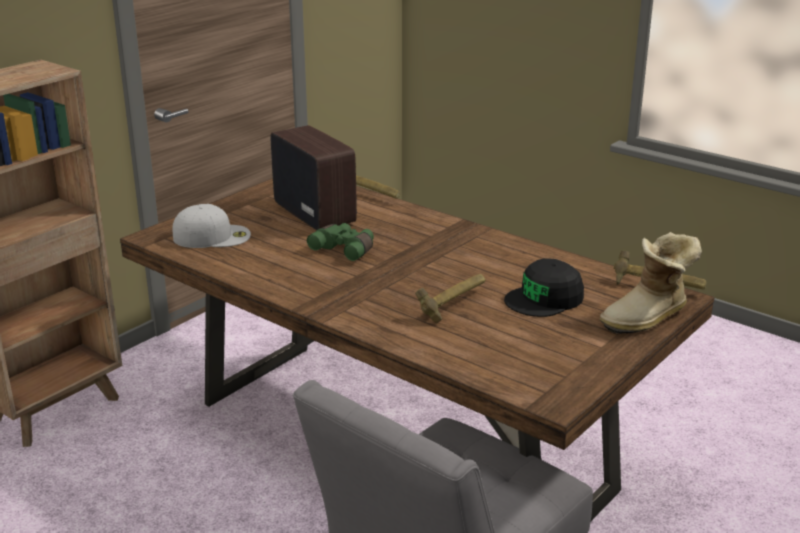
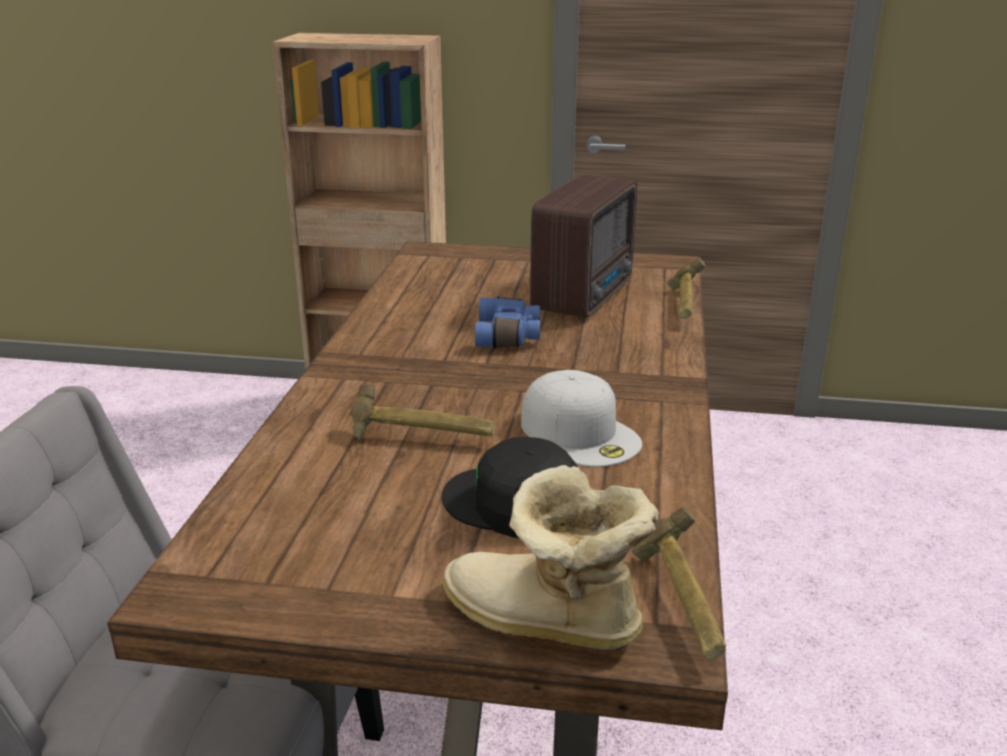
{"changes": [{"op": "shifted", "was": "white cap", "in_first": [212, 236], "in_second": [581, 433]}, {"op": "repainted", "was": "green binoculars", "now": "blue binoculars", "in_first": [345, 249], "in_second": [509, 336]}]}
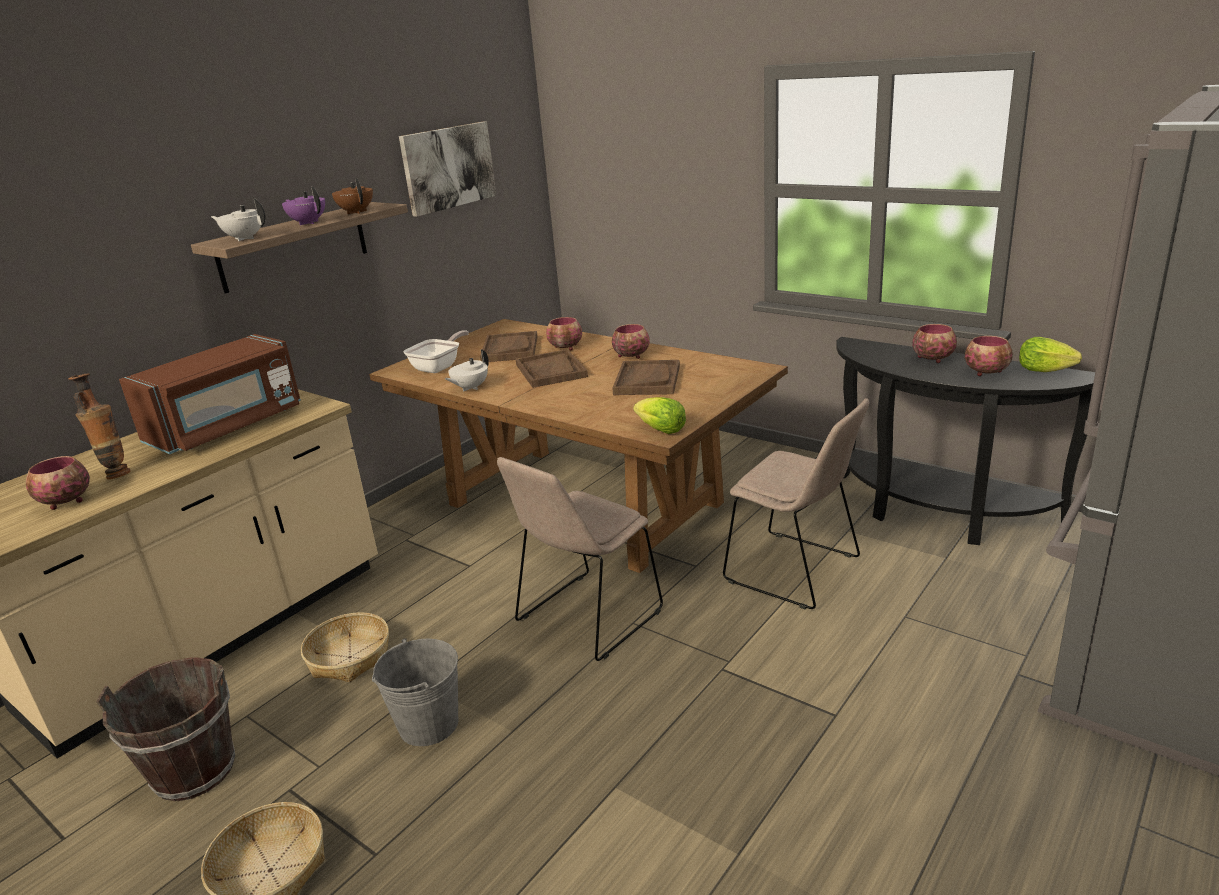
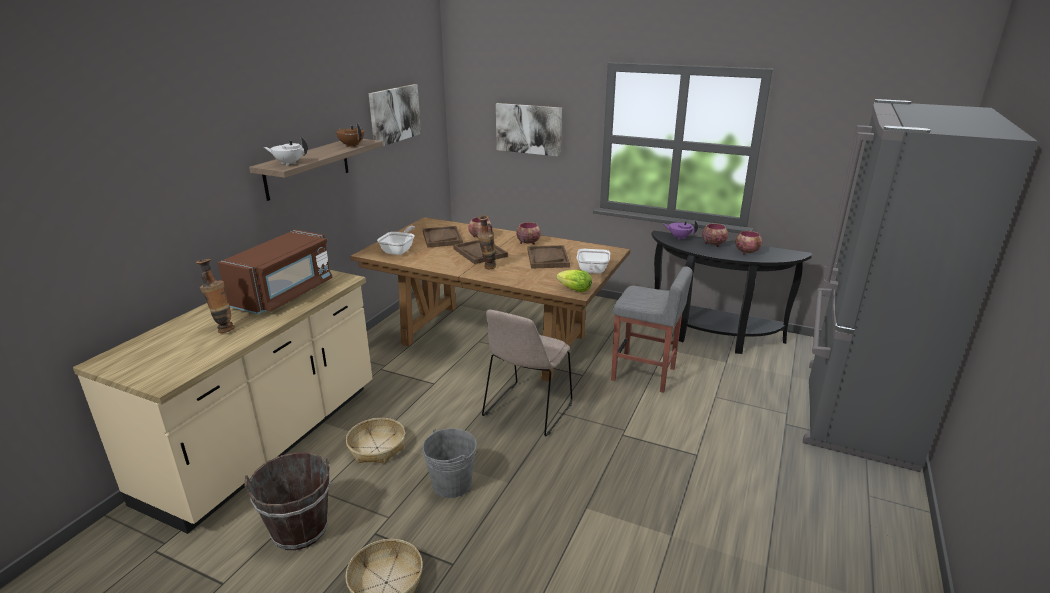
{"changes": [{"op": "gone", "was": "bowl", "in_first": [65, 502]}, {"op": "shifted", "was": "purple teapot", "in_first": [308, 223], "in_second": [679, 237]}, {"op": "gone", "was": "white teapot", "in_first": [470, 388]}, {"op": "swapped", "was": "beige chair", "now": "grey stool", "in_first": [796, 571], "in_second": [644, 374]}, {"op": "gone", "was": "lettuce", "in_first": [1043, 370]}, {"op": "new", "now": "vase", "in_second": [487, 268]}, {"op": "new", "now": "picture", "in_second": [529, 129]}, {"op": "new", "now": "frying pan", "in_second": [592, 272]}]}
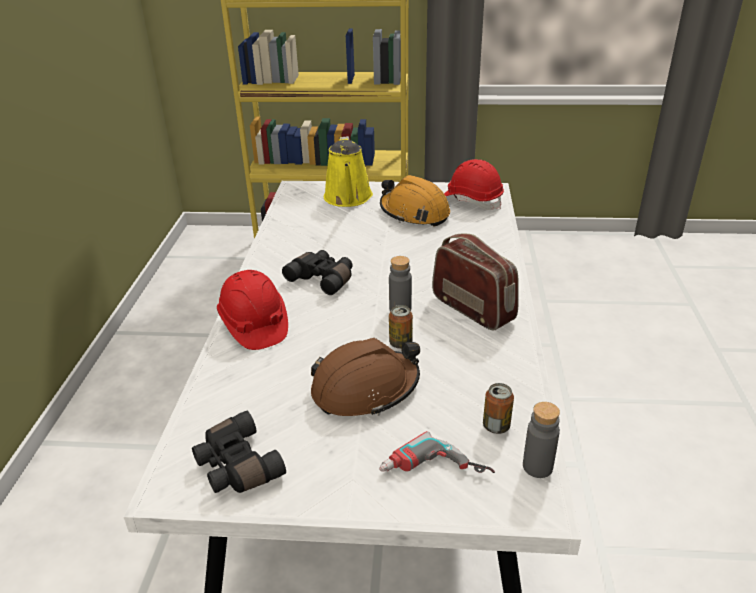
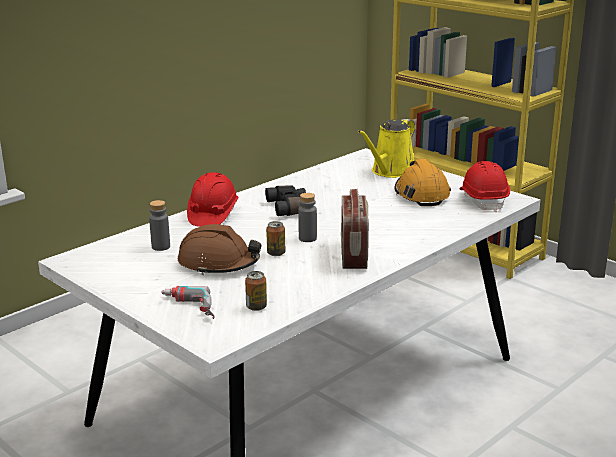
{"changes": [{"op": "gone", "was": "black binoculars", "in_first": [236, 466]}, {"op": "shifted", "was": "grey bottle", "in_first": [537, 466], "in_second": [161, 247]}]}
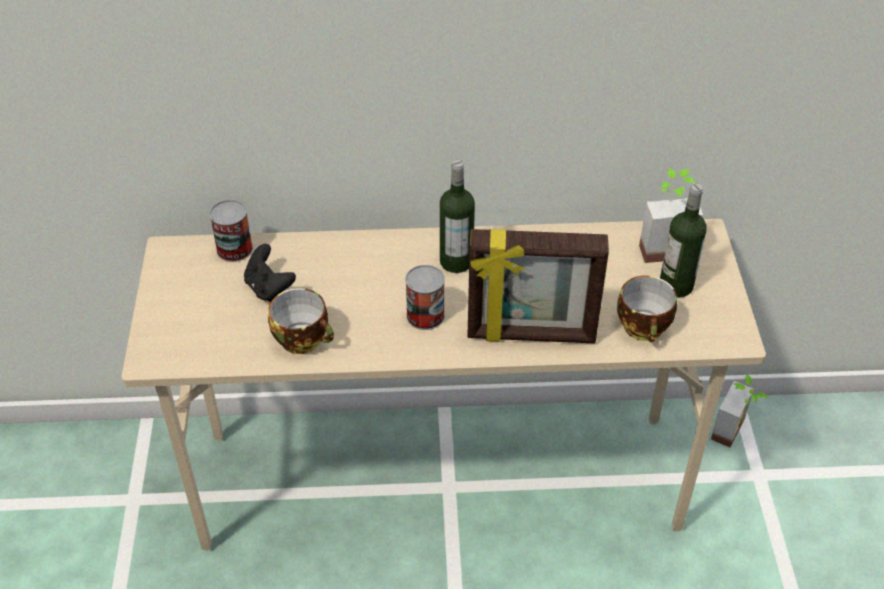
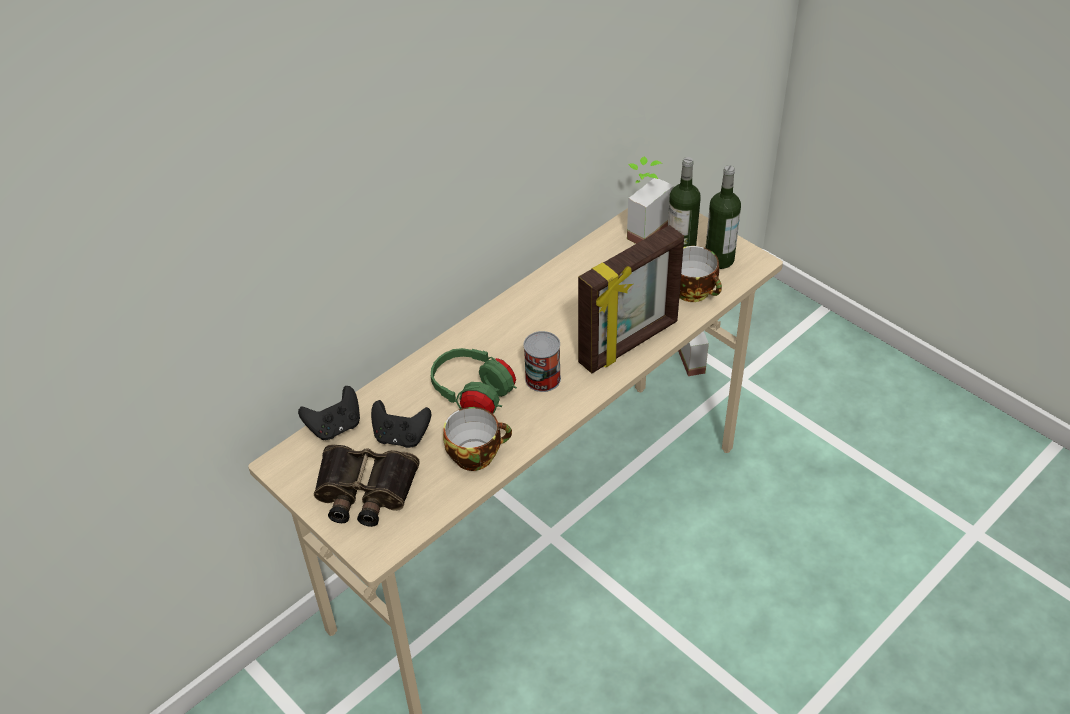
{"changes": [{"op": "swapped", "was": "can", "now": "black game controller", "in_first": [234, 249], "in_second": [335, 427]}, {"op": "shifted", "was": "bottle", "in_first": [456, 261], "in_second": [719, 259]}, {"op": "new", "now": "binoculars", "in_second": [364, 492]}, {"op": "new", "now": "green headphones", "in_second": [473, 396]}]}
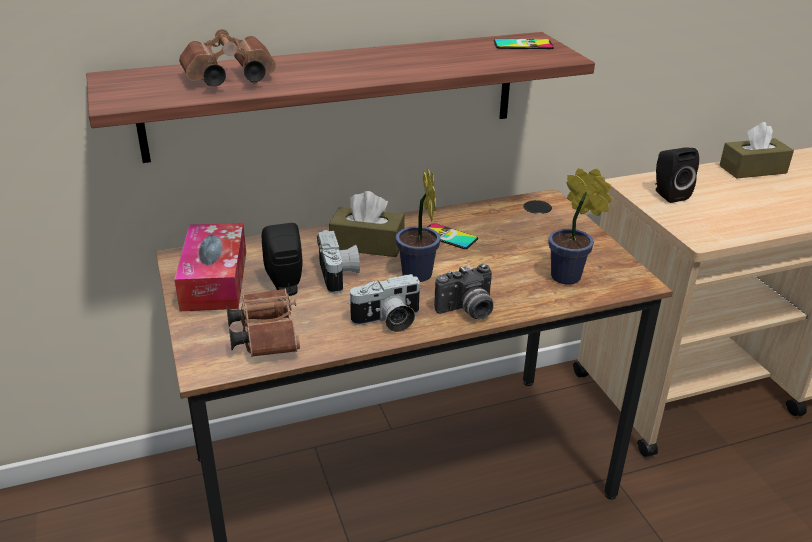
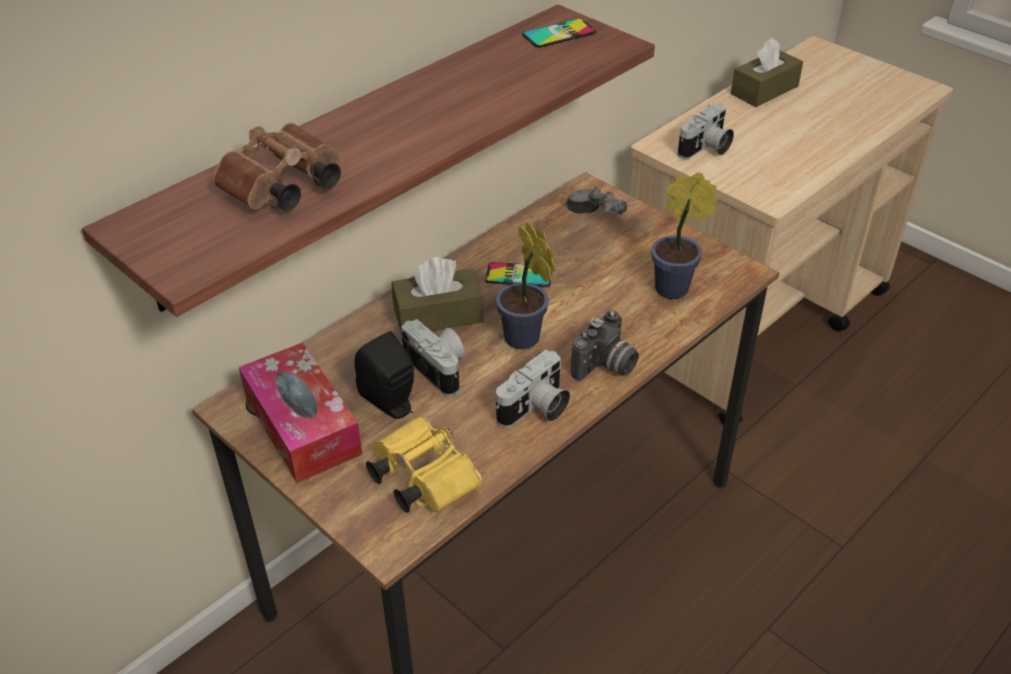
{"changes": [{"op": "repainted", "was": "brown binoculars", "now": "yellow binoculars", "in_first": [265, 335], "in_second": [420, 477]}, {"op": "swapped", "was": "black speaker", "now": "photo camera", "in_first": [668, 194], "in_second": [706, 149]}, {"op": "new", "now": "grey game controller", "in_second": [598, 215]}]}
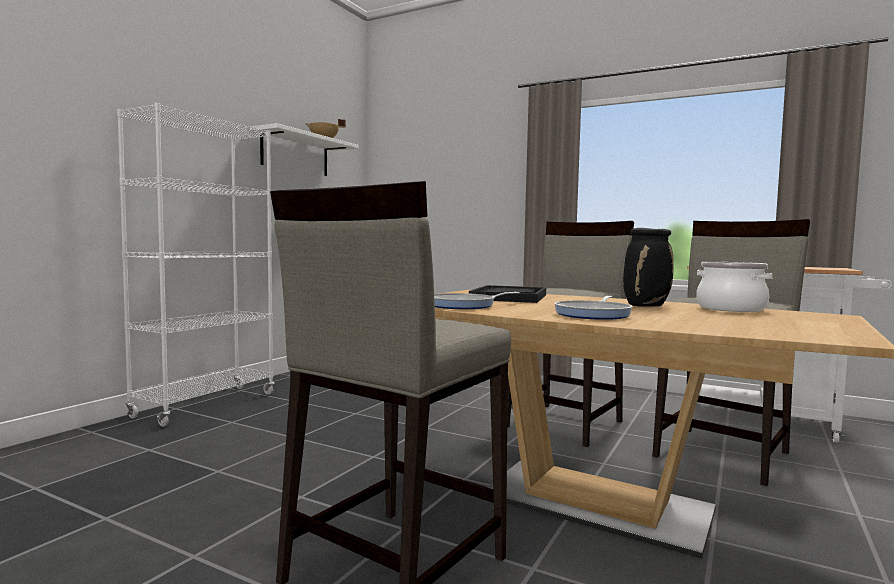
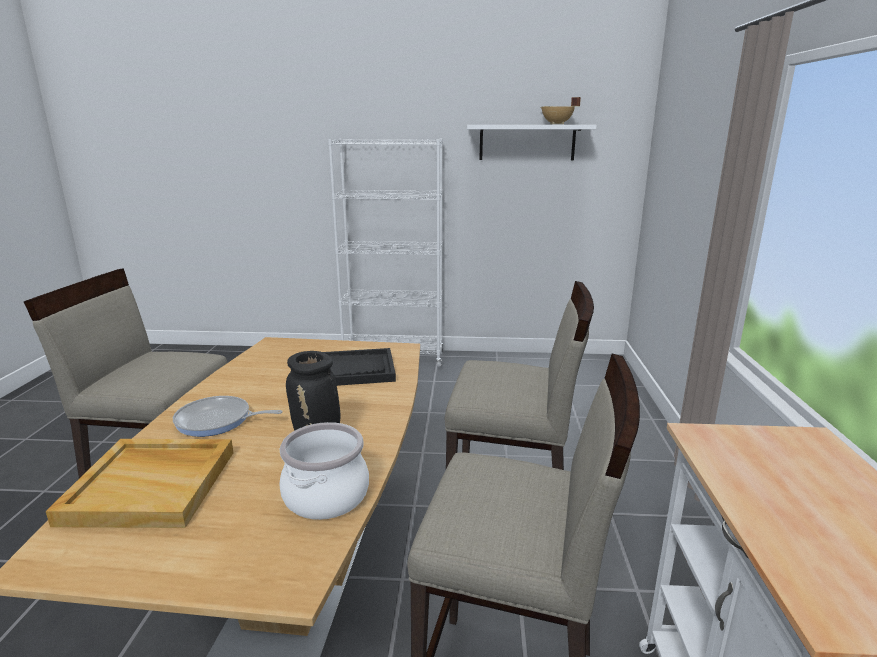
{"changes": [{"op": "gone", "was": "frying pan", "in_first": [465, 305]}, {"op": "new", "now": "beige tray", "in_second": [153, 485]}]}
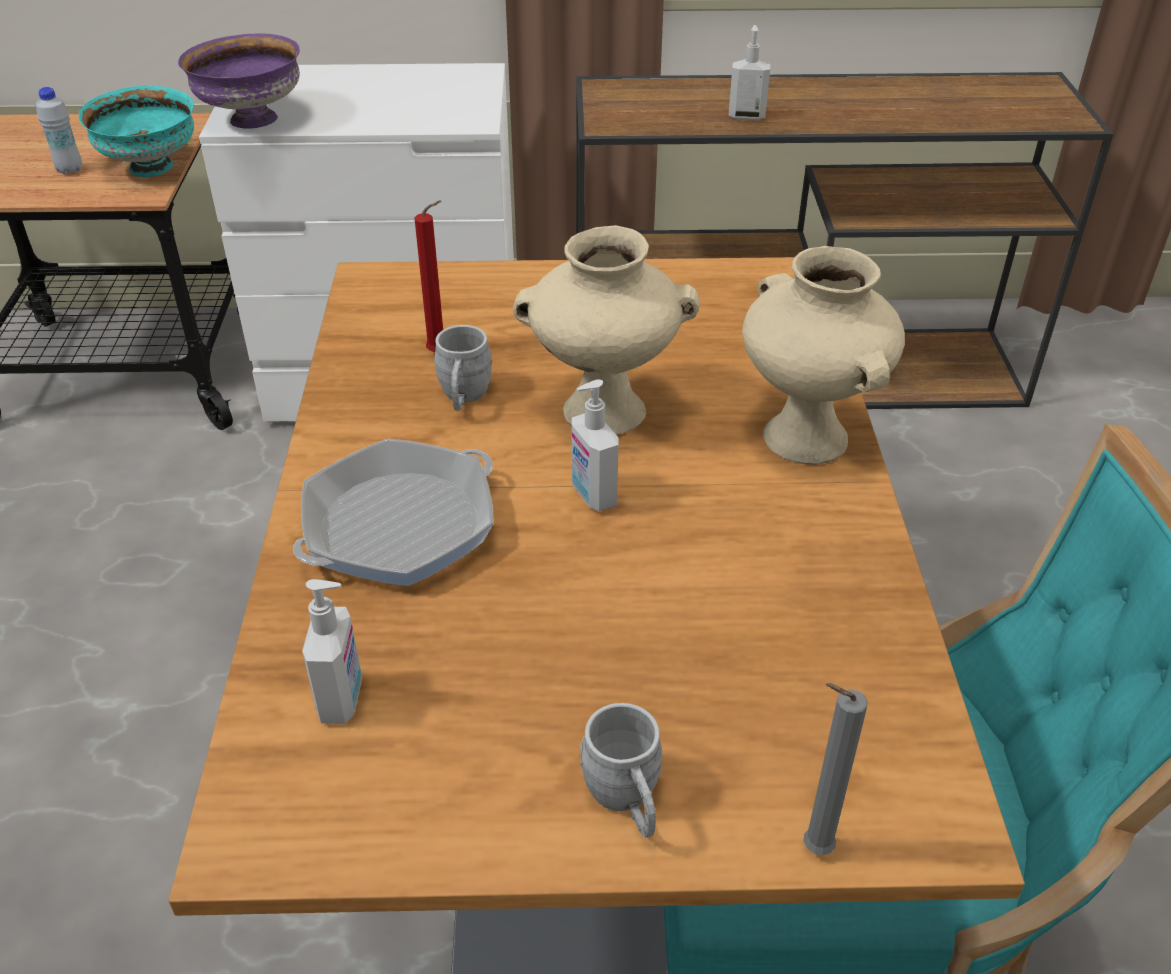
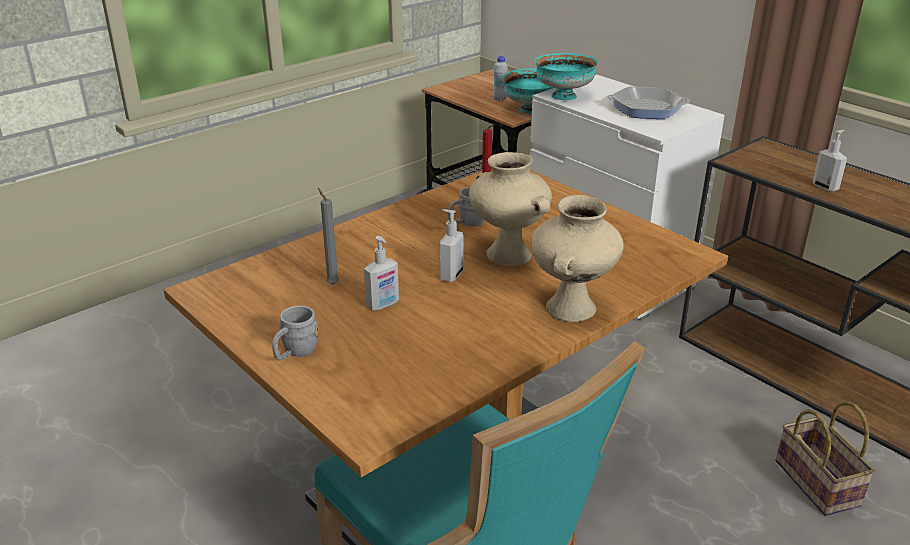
{"changes": [{"op": "repainted", "was": "purple bowl", "now": "turquoise bowl", "in_first": [251, 120], "in_second": [563, 96]}, {"op": "shifted", "was": "frying pan", "in_first": [400, 525], "in_second": [647, 109]}, {"op": "shifted", "was": "soap dispenser", "in_first": [342, 699], "in_second": [383, 305]}, {"op": "shifted", "was": "grey candle", "in_first": [812, 848], "in_second": [331, 283]}, {"op": "new", "now": "basket", "in_second": [819, 484]}]}
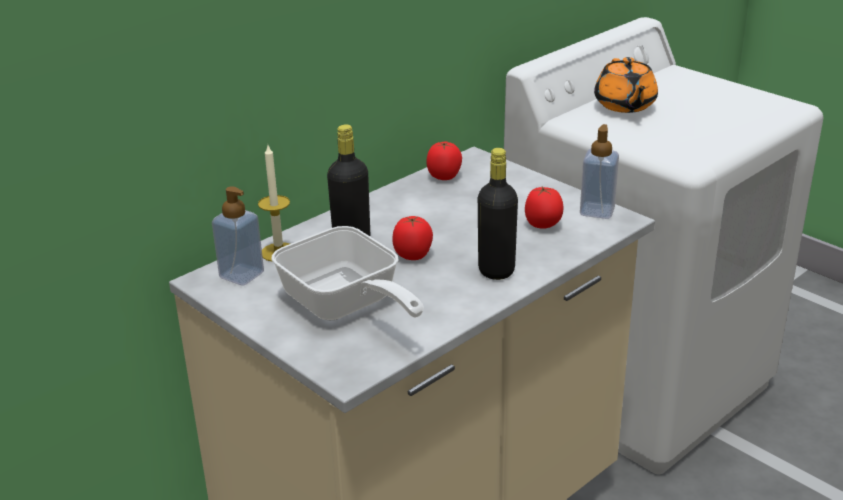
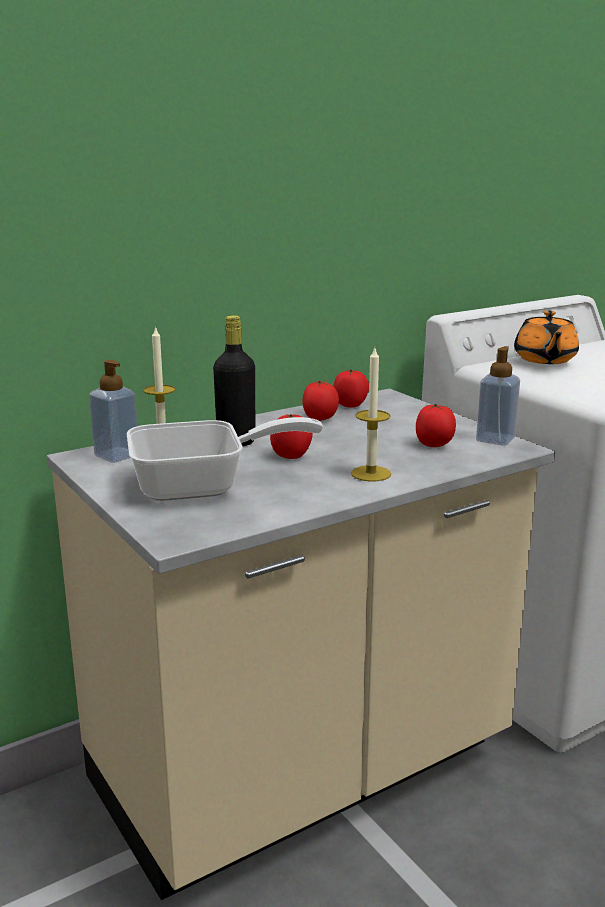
{"changes": [{"op": "rotated", "was": "frying pan", "in_first": [345, 306], "in_second": [203, 486], "clockwise": -75}, {"op": "swapped", "was": "black bottle", "now": "candle", "in_first": [496, 270], "in_second": [371, 473]}, {"op": "new", "now": "tomato", "in_second": [319, 419]}]}
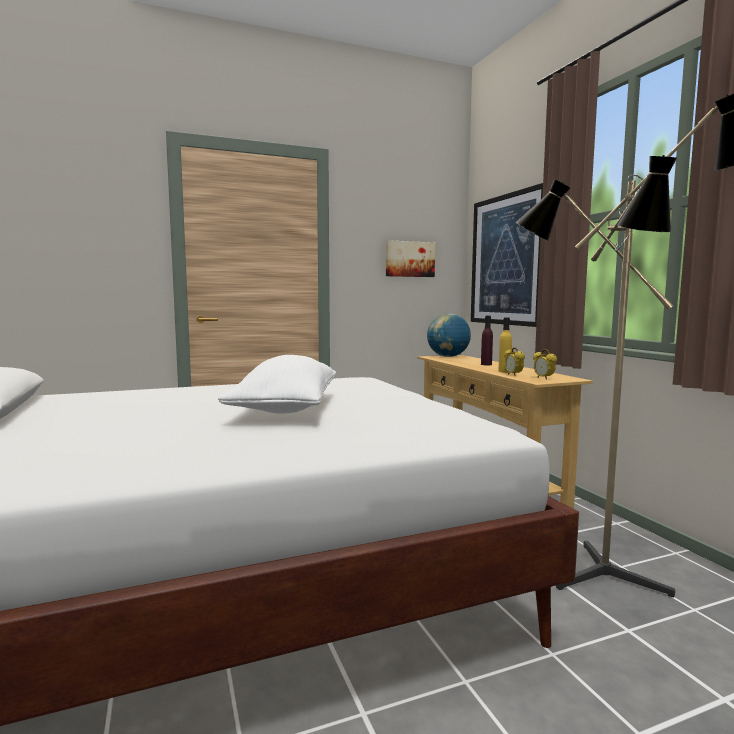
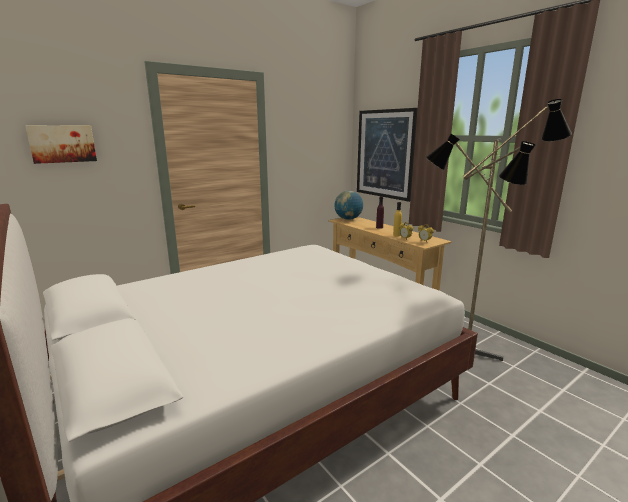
{"changes": [{"op": "gone", "was": "white pillow", "in_first": [286, 409]}, {"op": "shifted", "was": "picture", "in_first": [409, 259], "in_second": [62, 143]}]}
